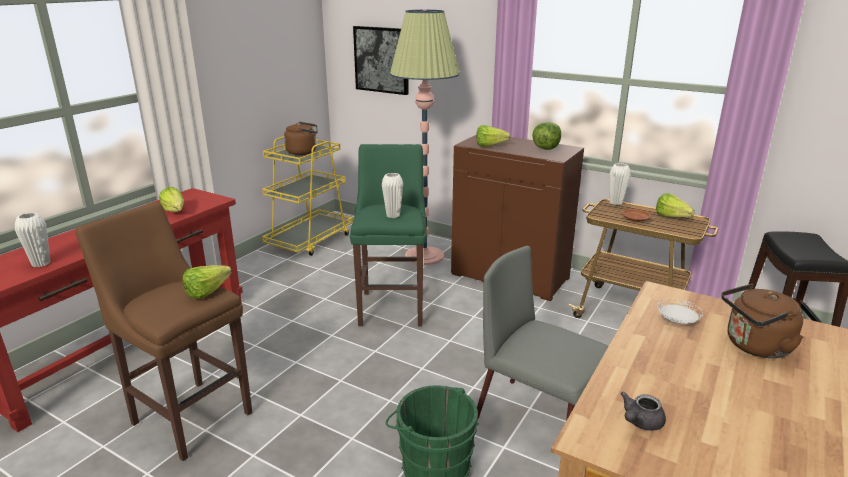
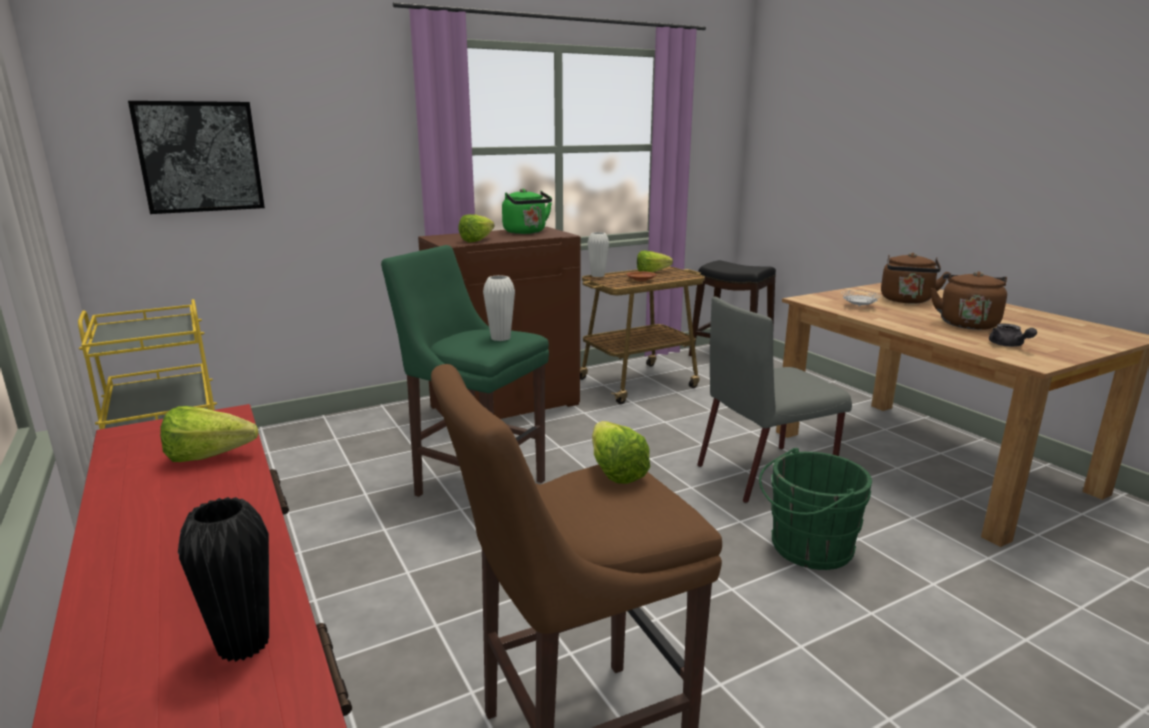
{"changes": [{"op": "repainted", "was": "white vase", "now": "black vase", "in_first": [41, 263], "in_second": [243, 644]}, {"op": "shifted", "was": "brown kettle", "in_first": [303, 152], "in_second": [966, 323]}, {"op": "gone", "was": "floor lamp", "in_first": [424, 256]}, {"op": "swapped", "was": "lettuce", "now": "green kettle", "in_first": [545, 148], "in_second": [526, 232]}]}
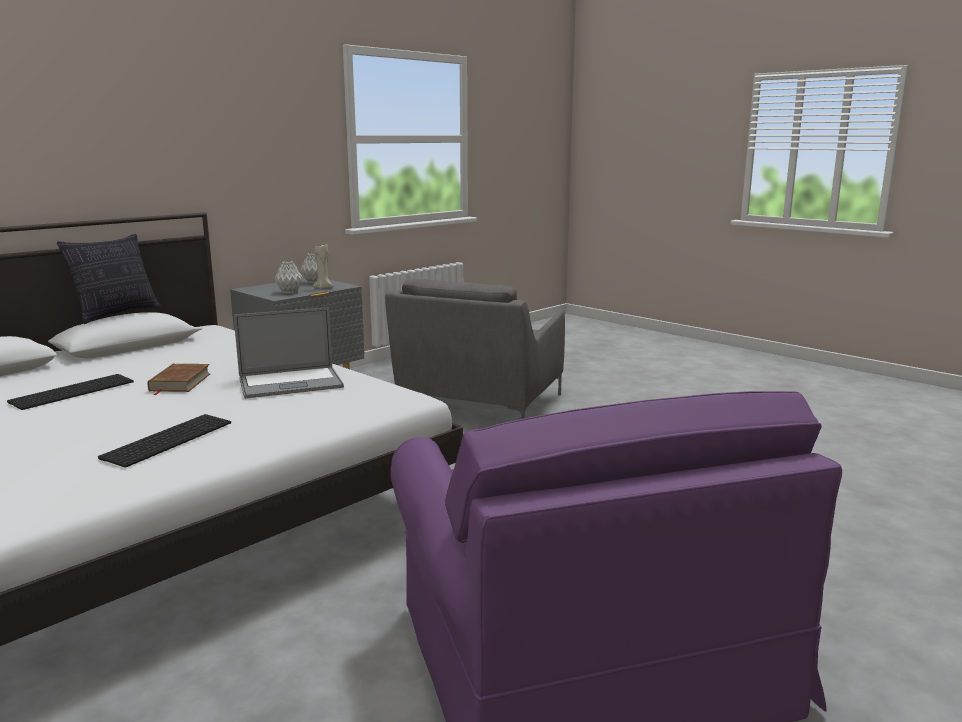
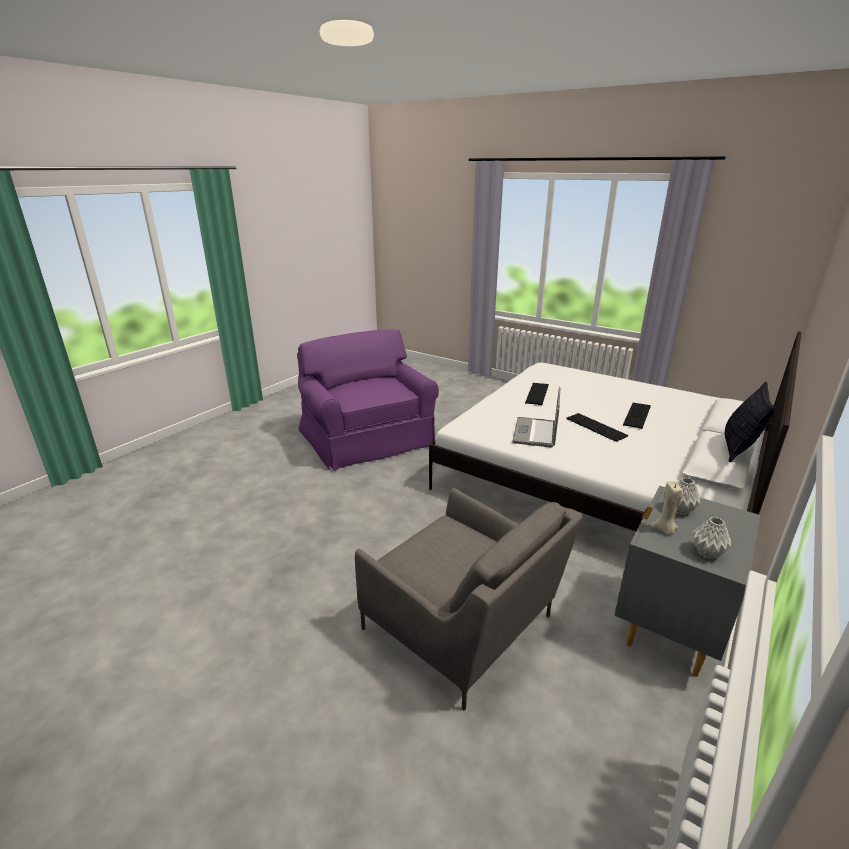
{"changes": [{"op": "swapped", "was": "brown book", "now": "keyboard", "in_first": [180, 382], "in_second": [597, 427]}, {"op": "rotated", "was": "laptop", "in_first": [290, 383], "in_second": [535, 432], "clockwise": -45}, {"op": "rotated", "was": "grey armchair", "in_first": [479, 406], "in_second": [462, 627], "clockwise": 120}]}
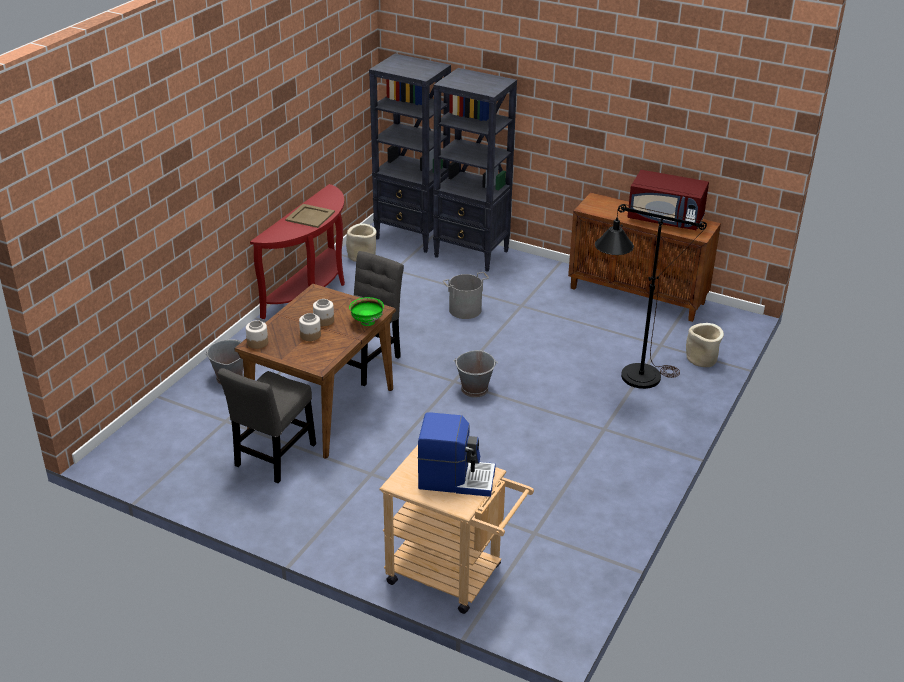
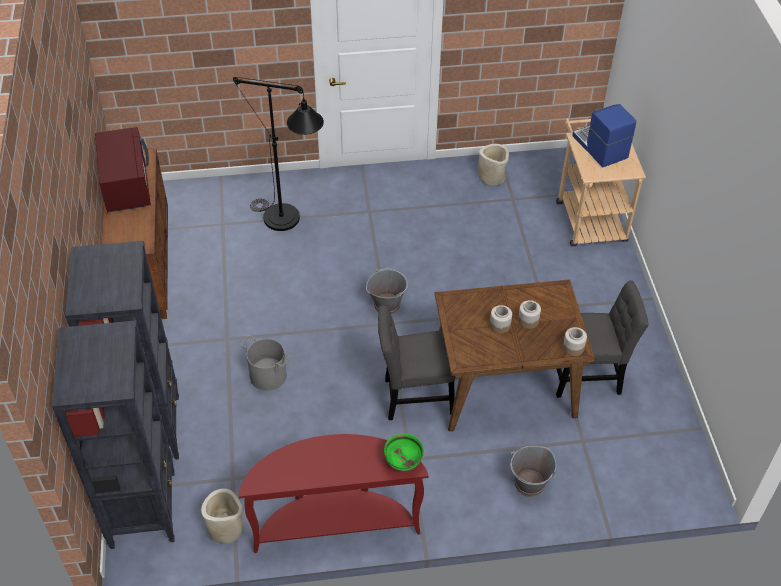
{"changes": [{"op": "gone", "was": "beige tray", "in_first": [309, 216]}, {"op": "shifted", "was": "green bowl", "in_first": [367, 322], "in_second": [403, 462]}, {"op": "shifted", "was": "beige planter", "in_first": [701, 359], "in_second": [492, 177]}]}
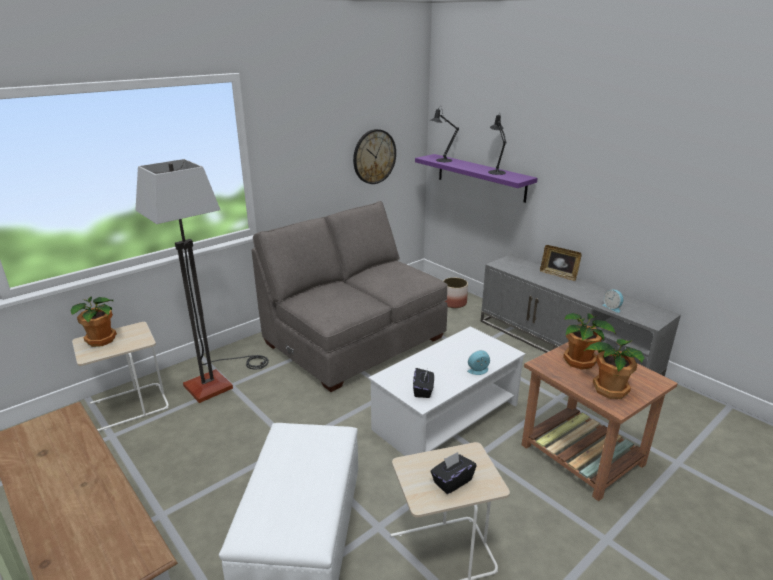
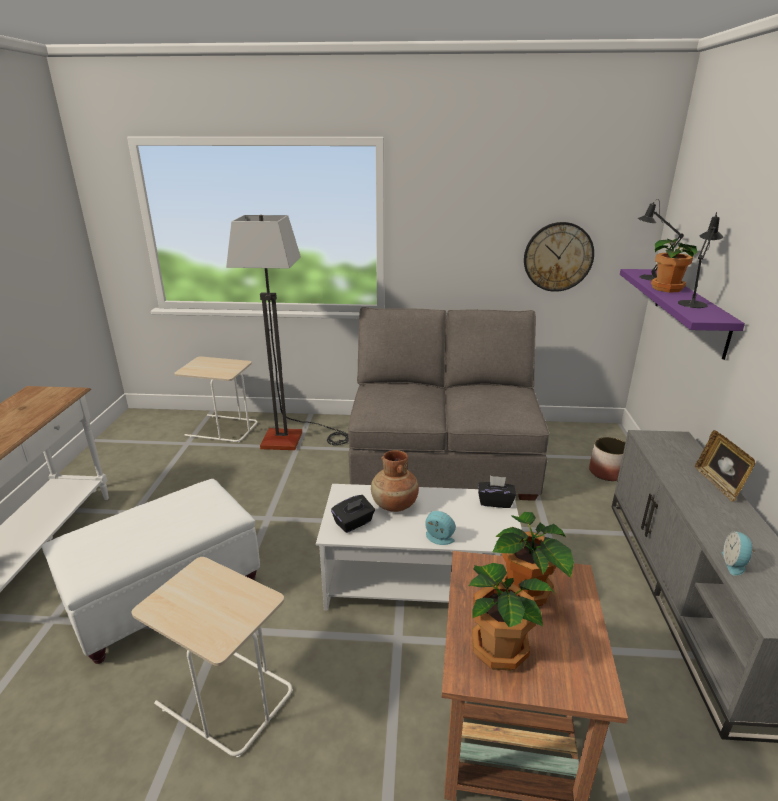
{"changes": [{"op": "shifted", "was": "potted plant", "in_first": [102, 340], "in_second": [668, 289]}, {"op": "shifted", "was": "black tissue box", "in_first": [452, 481], "in_second": [495, 501]}, {"op": "new", "now": "brown vase", "in_second": [394, 505]}]}
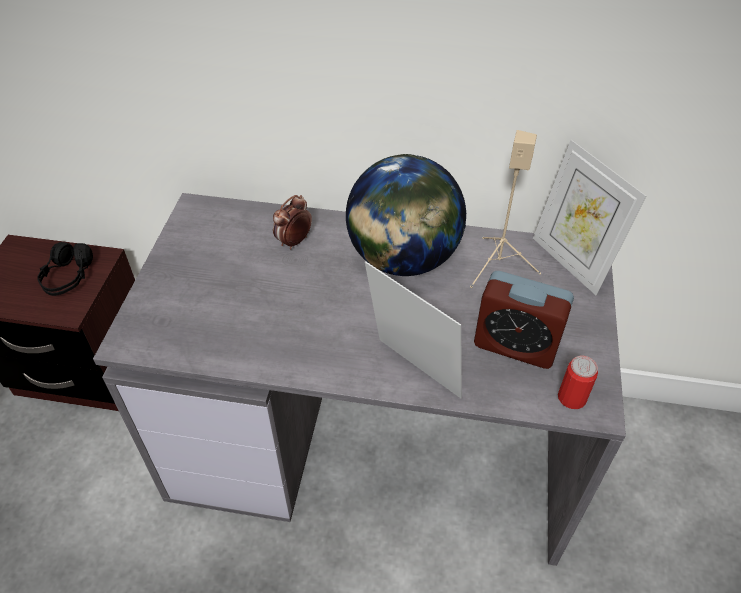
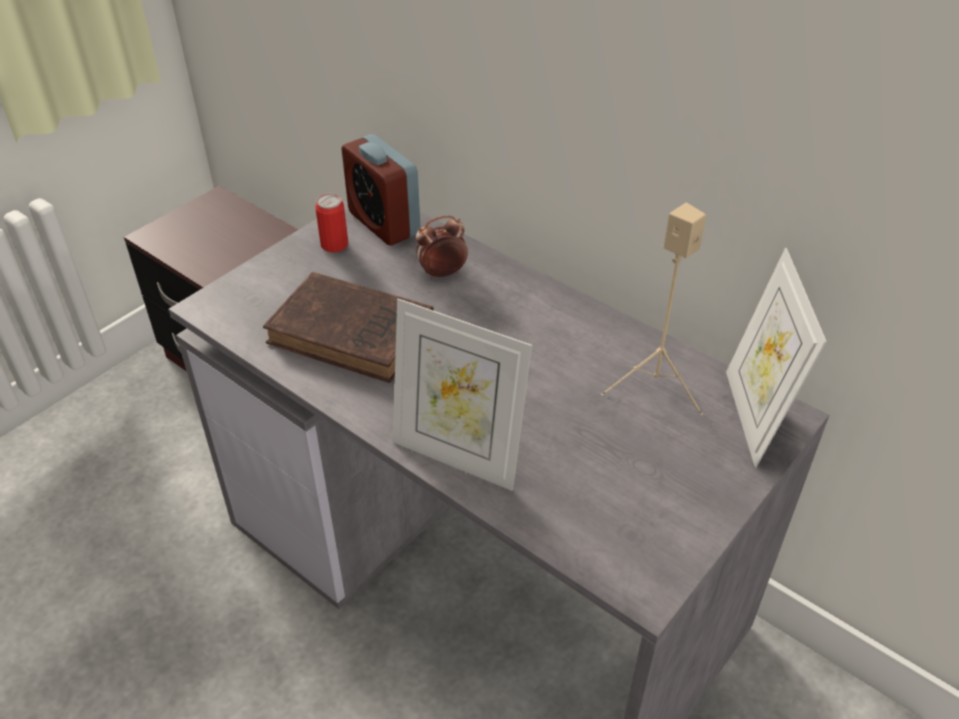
{"changes": [{"op": "gone", "was": "black headphones", "in_first": [68, 277]}, {"op": "gone", "was": "globe", "in_first": [403, 259]}, {"op": "rotated", "was": "picture frame", "in_first": [412, 374], "in_second": [458, 456], "clockwise": 135}, {"op": "shifted", "was": "alarm clock", "in_first": [515, 345], "in_second": [384, 223]}, {"op": "shifted", "was": "can", "in_first": [571, 398], "in_second": [334, 245]}, {"op": "new", "now": "brown book", "in_second": [355, 334]}]}
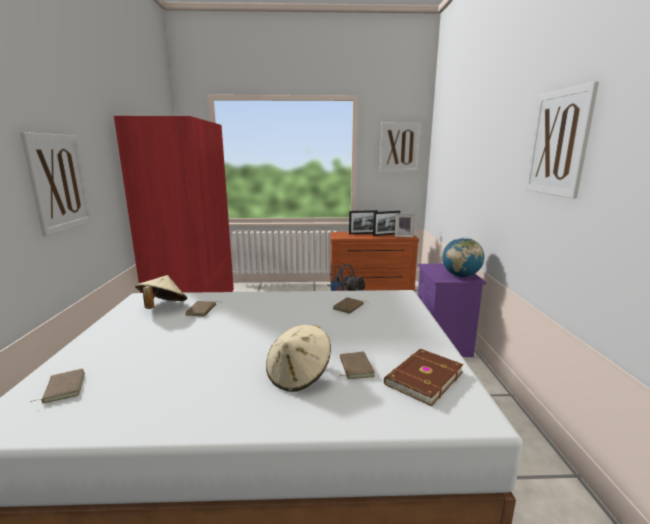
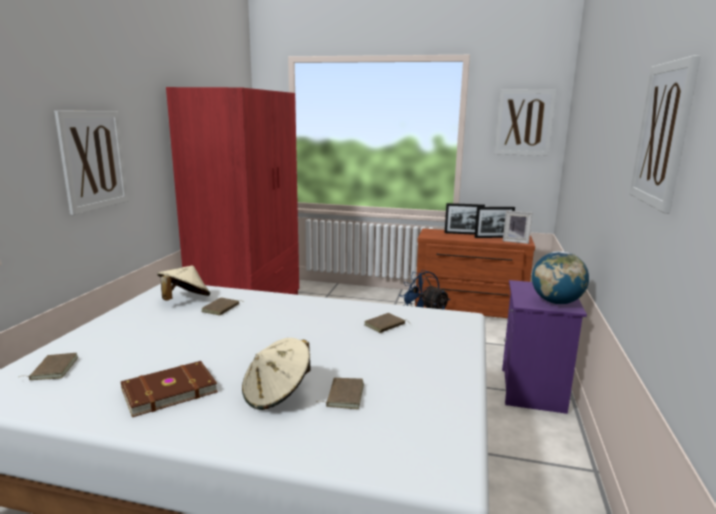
{"changes": [{"op": "shifted", "was": "brown book", "in_first": [422, 378], "in_second": [168, 390]}]}
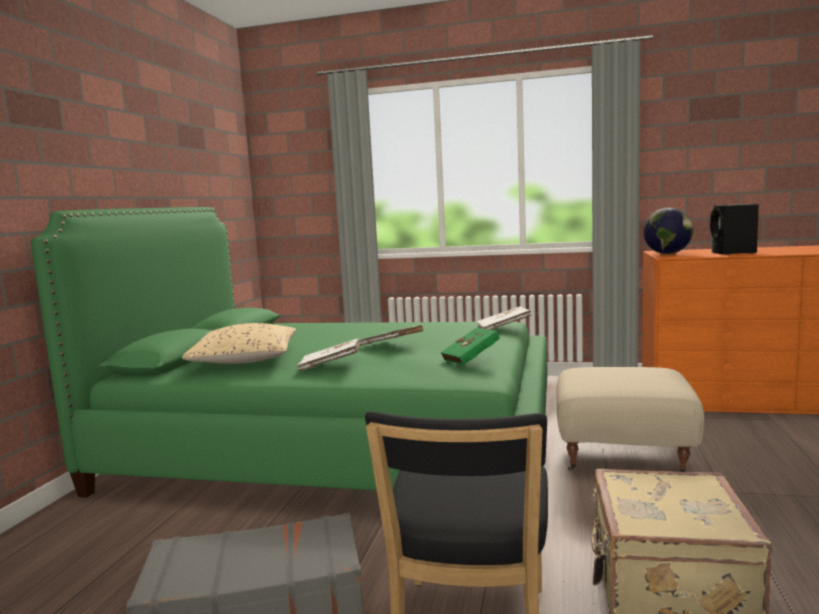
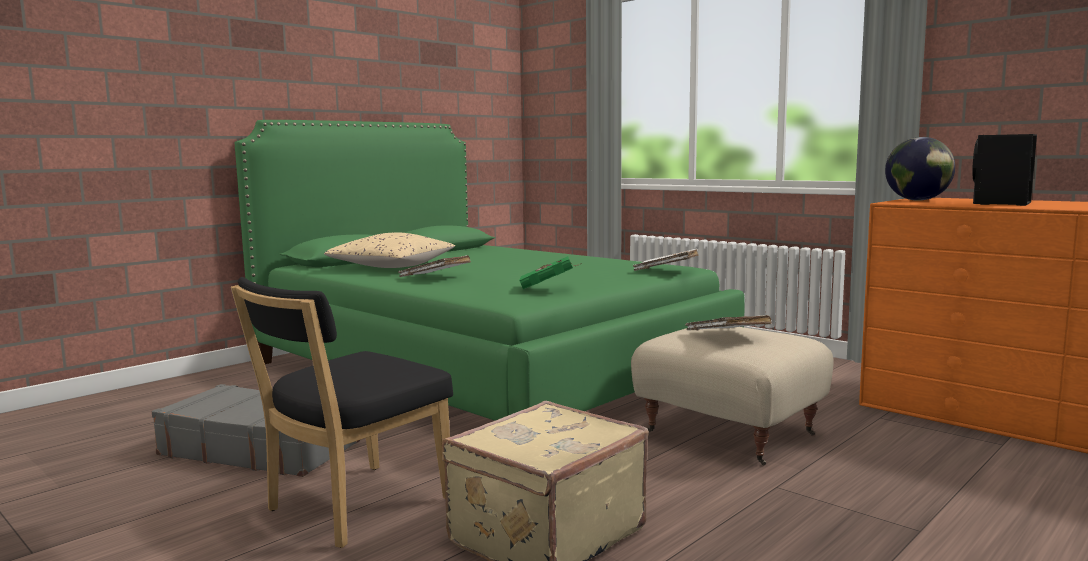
{"changes": [{"op": "shifted", "was": "white book", "in_first": [391, 345], "in_second": [727, 337]}]}
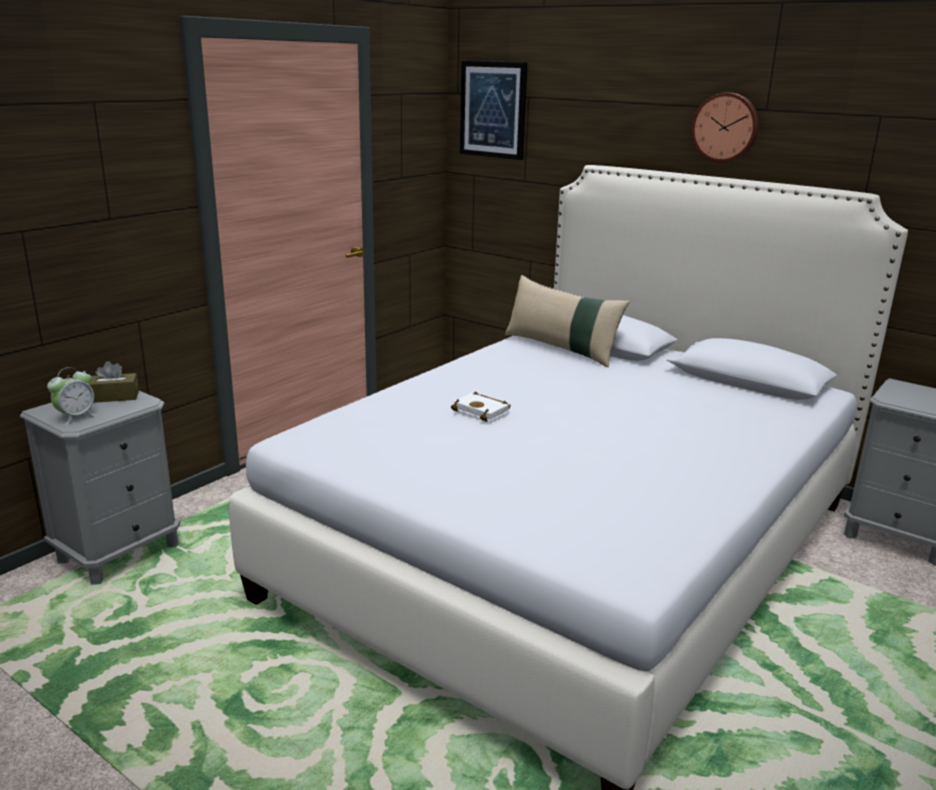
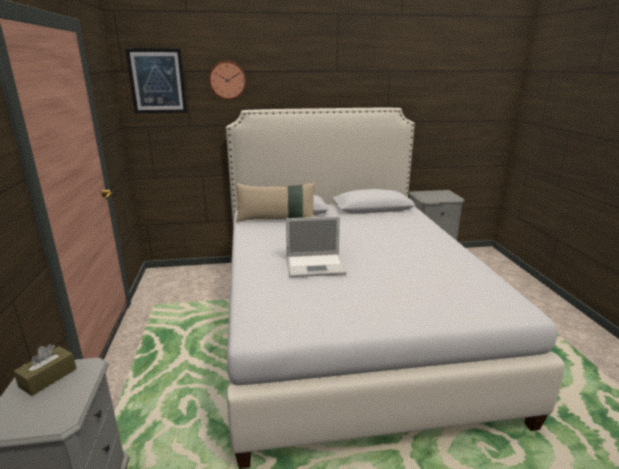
{"changes": [{"op": "gone", "was": "alarm clock", "in_first": [76, 417]}, {"op": "swapped", "was": "white book", "now": "laptop", "in_first": [483, 411], "in_second": [316, 265]}, {"op": "shifted", "was": "wall clock", "in_first": [726, 127], "in_second": [227, 80]}]}
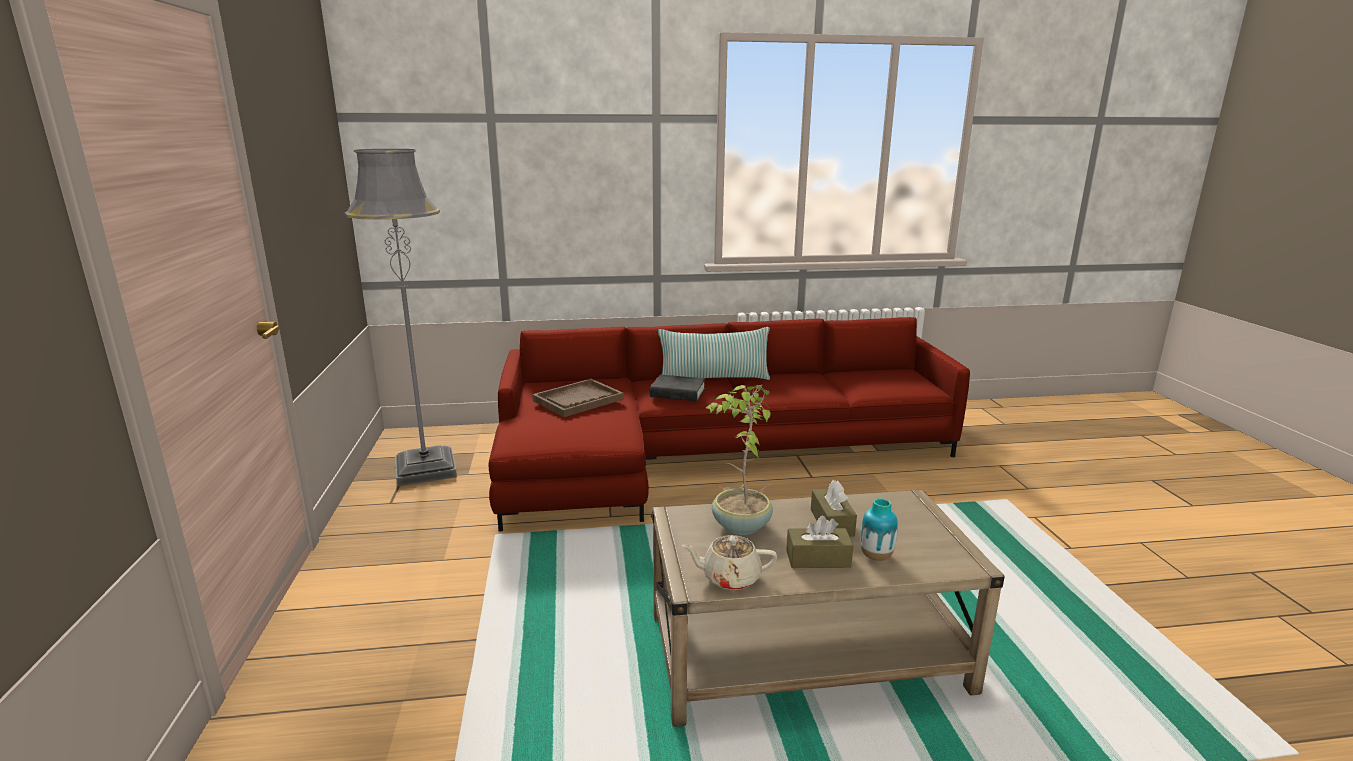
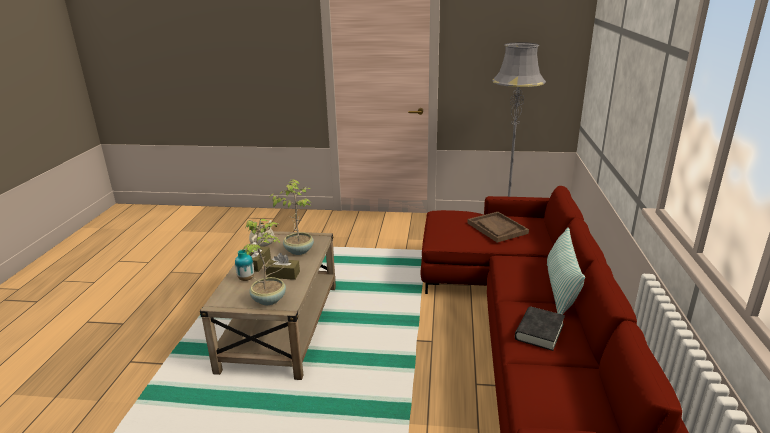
{"changes": [{"op": "shifted", "was": "black book", "in_first": [677, 393], "in_second": [539, 332]}, {"op": "new", "now": "potted plant", "in_second": [270, 299]}]}
